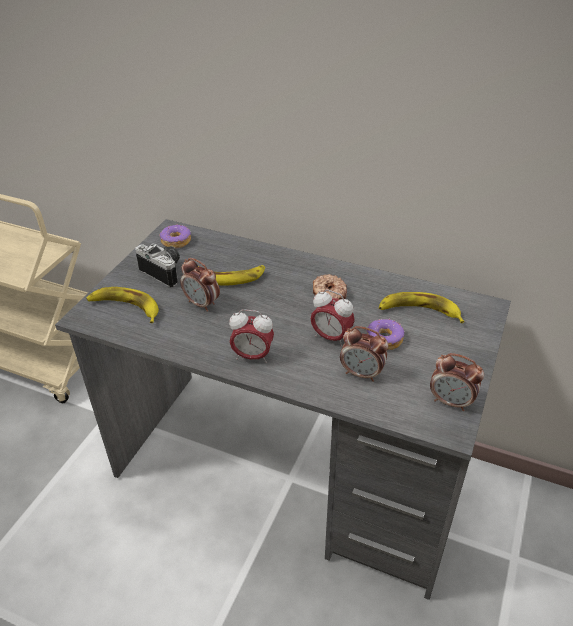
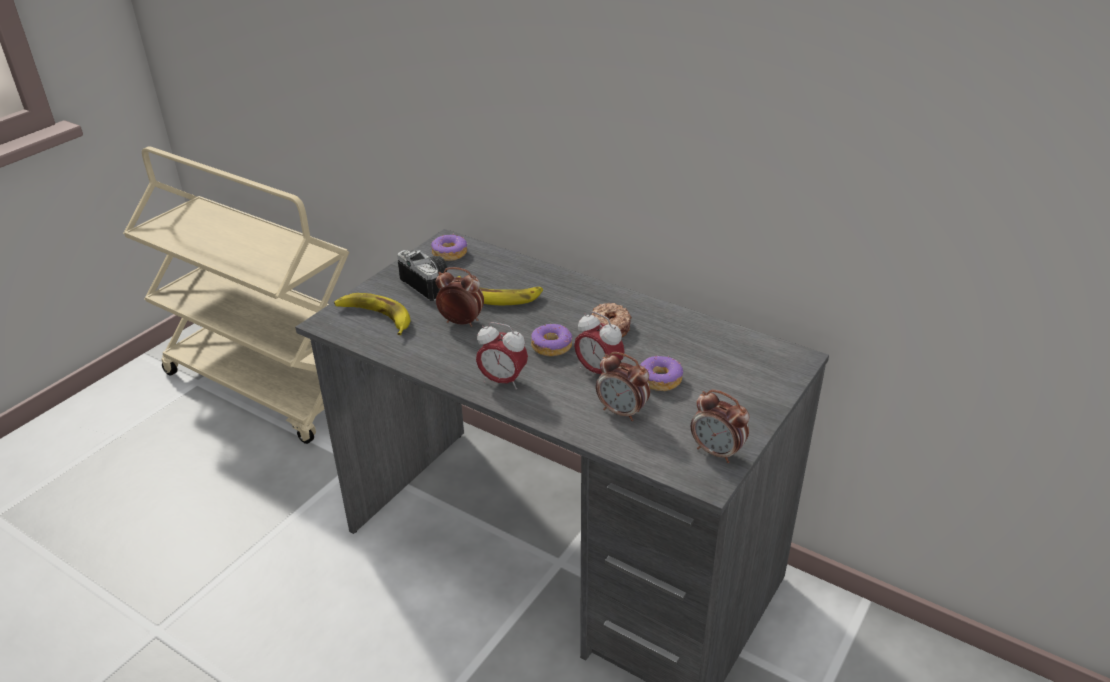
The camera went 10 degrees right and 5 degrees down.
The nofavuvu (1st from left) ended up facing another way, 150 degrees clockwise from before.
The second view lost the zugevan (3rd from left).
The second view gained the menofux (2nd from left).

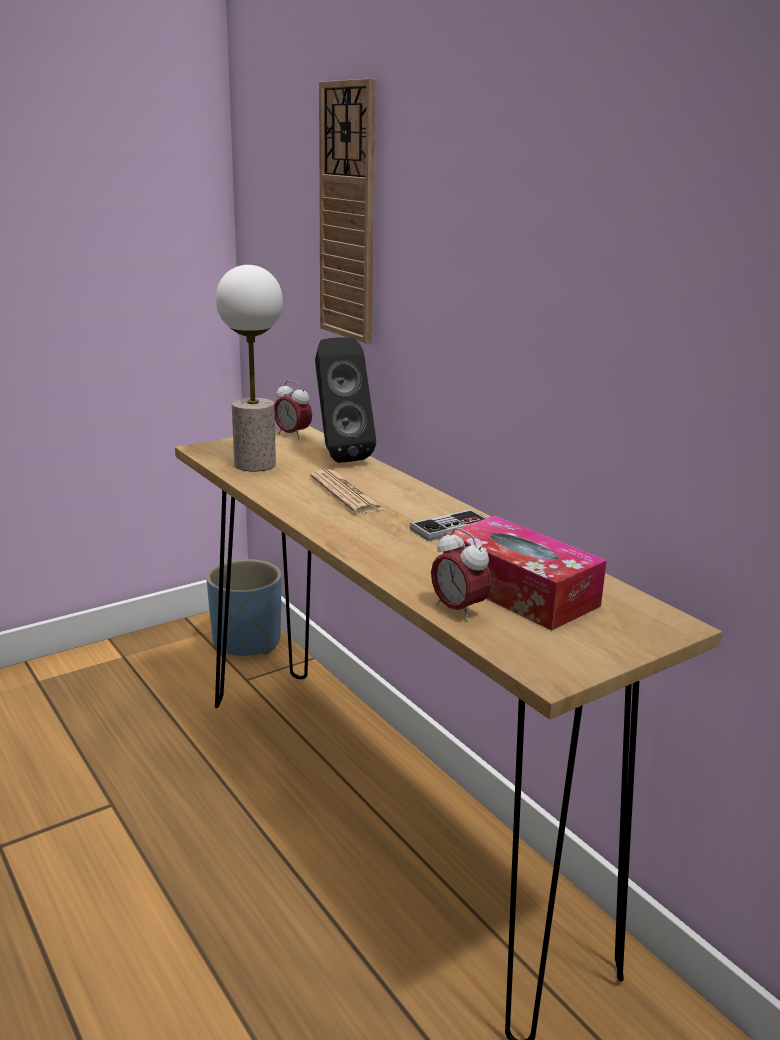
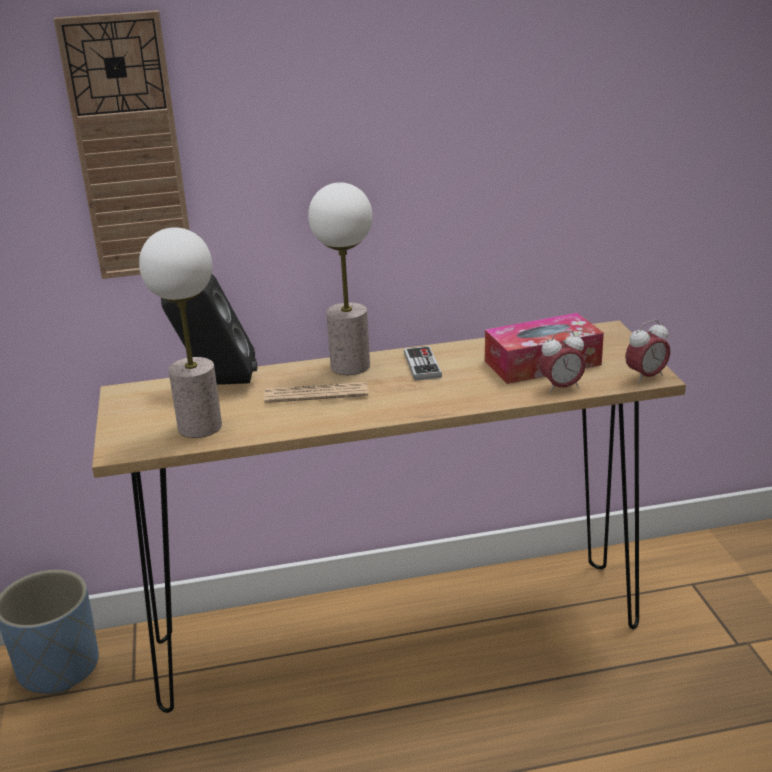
The camera went 65 degrees left and 5 degrees up.
The nofavuvu (1st from left in the first image) ended up elsewhere.
The second view gained the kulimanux (2nd from left).

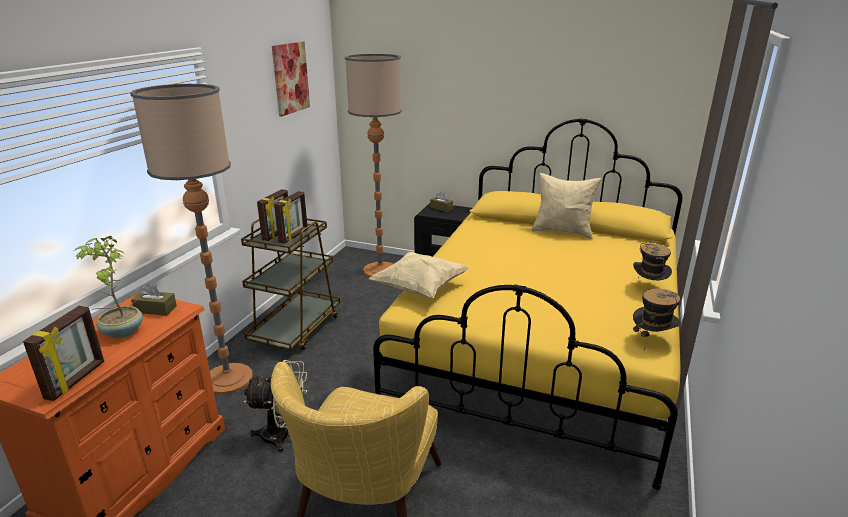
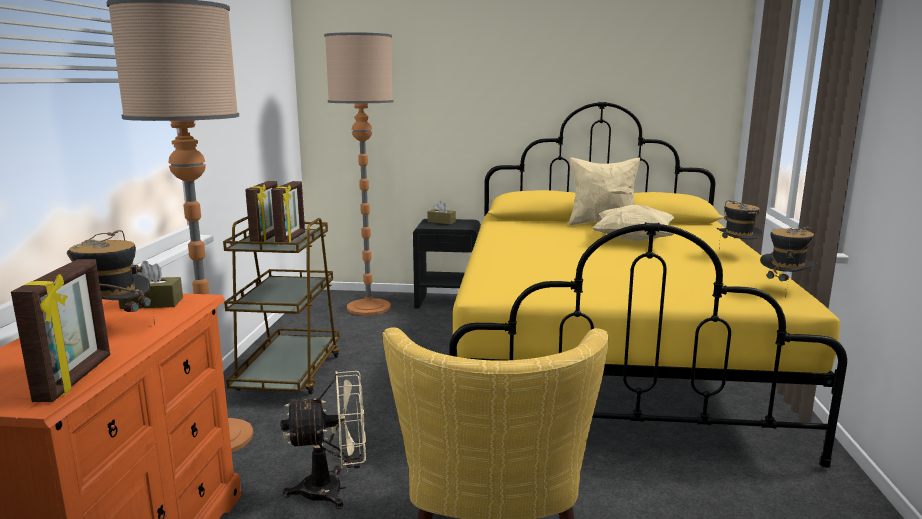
The camera went 15 degrees left and 10 degrees down.
Where the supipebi stood, the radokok (1st from left) came to stand.
The second view lost the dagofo.
The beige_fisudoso (1st from left in the first image) ended up elsewhere.

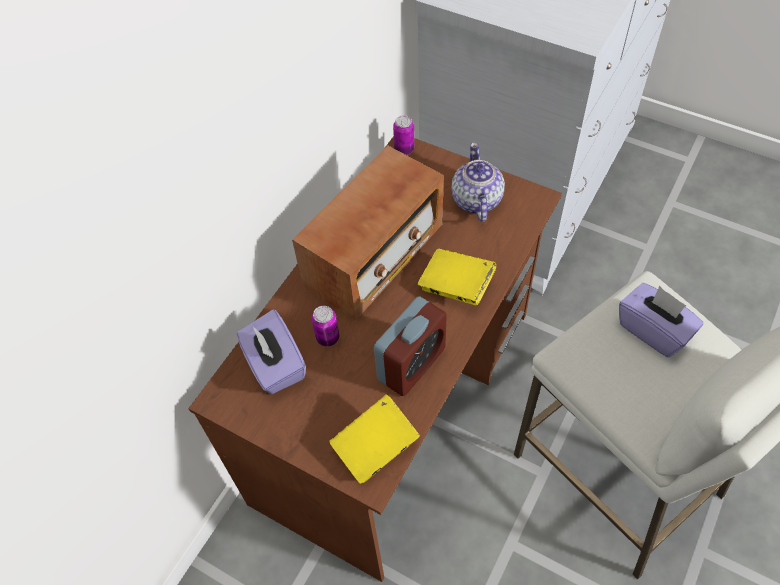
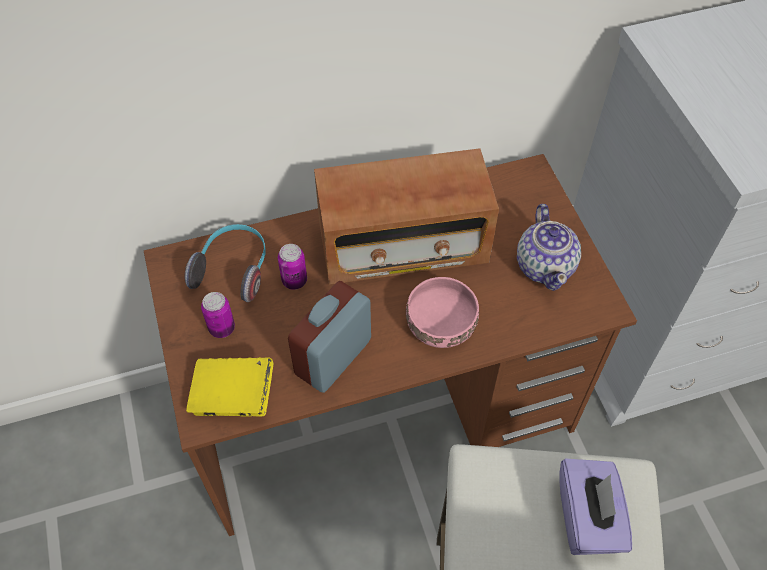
The camera went 40 degrees right and 0 degrees up.
Where the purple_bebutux (1st from left) stood, the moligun came to stand.
The nofavuvu ended up facing another way, 135 degrees clockwise from before.
The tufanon (2nd from left in the first image) ended up elsewhere.
Where the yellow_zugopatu (2nd from left) stood, the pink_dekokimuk came to stand.
The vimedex ended up facing another way, 135 degrees clockwise from before.

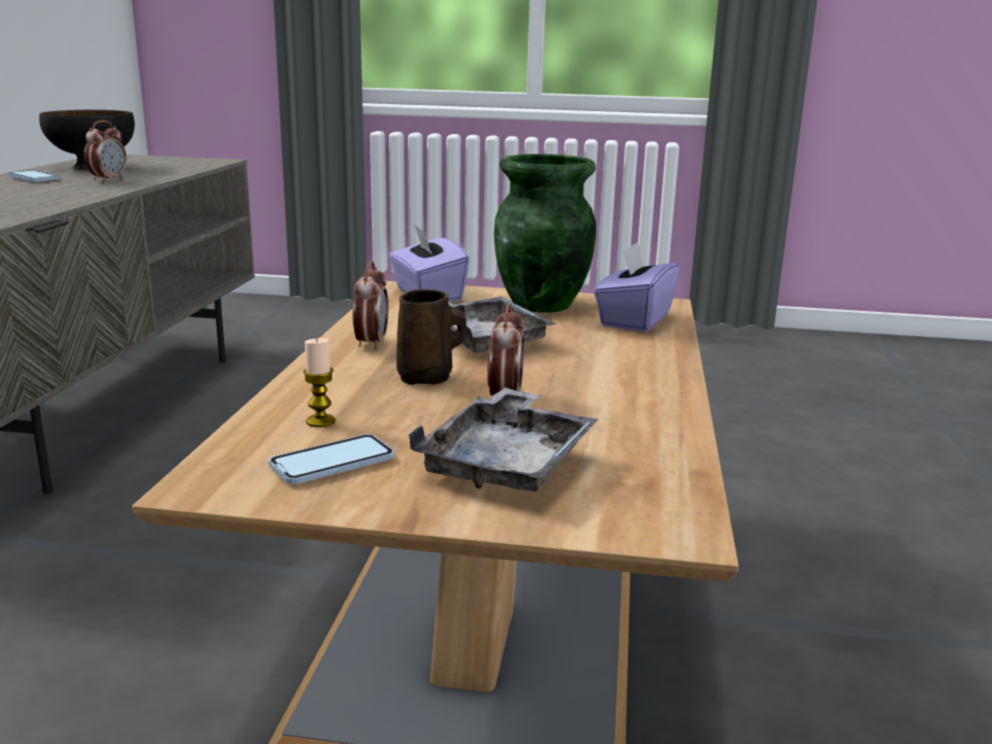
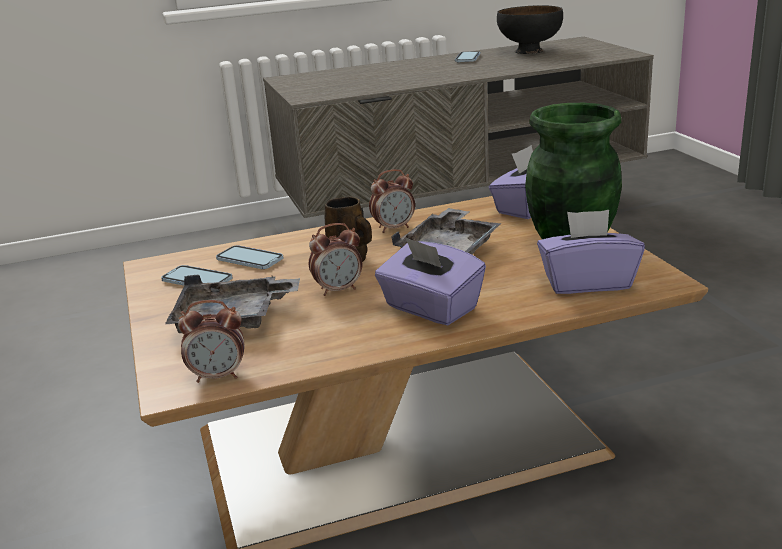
The camera went 65 degrees right and 5 degrees up.
The nofavuvu (1st from left) ended up elsewhere.
Where the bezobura stood, the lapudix (2nd from left) came to stand.
The second view gained the purple_bebutux (1st from left).

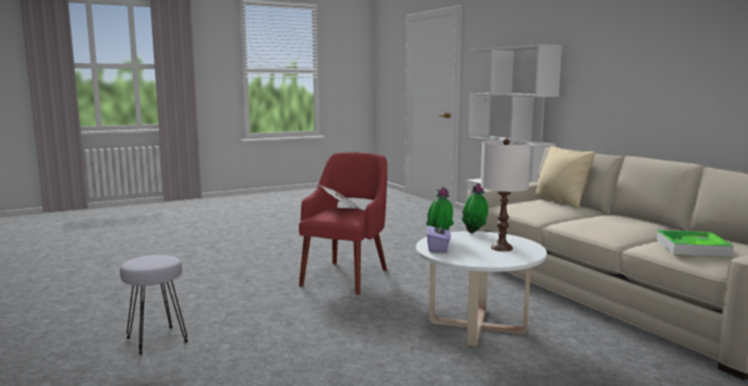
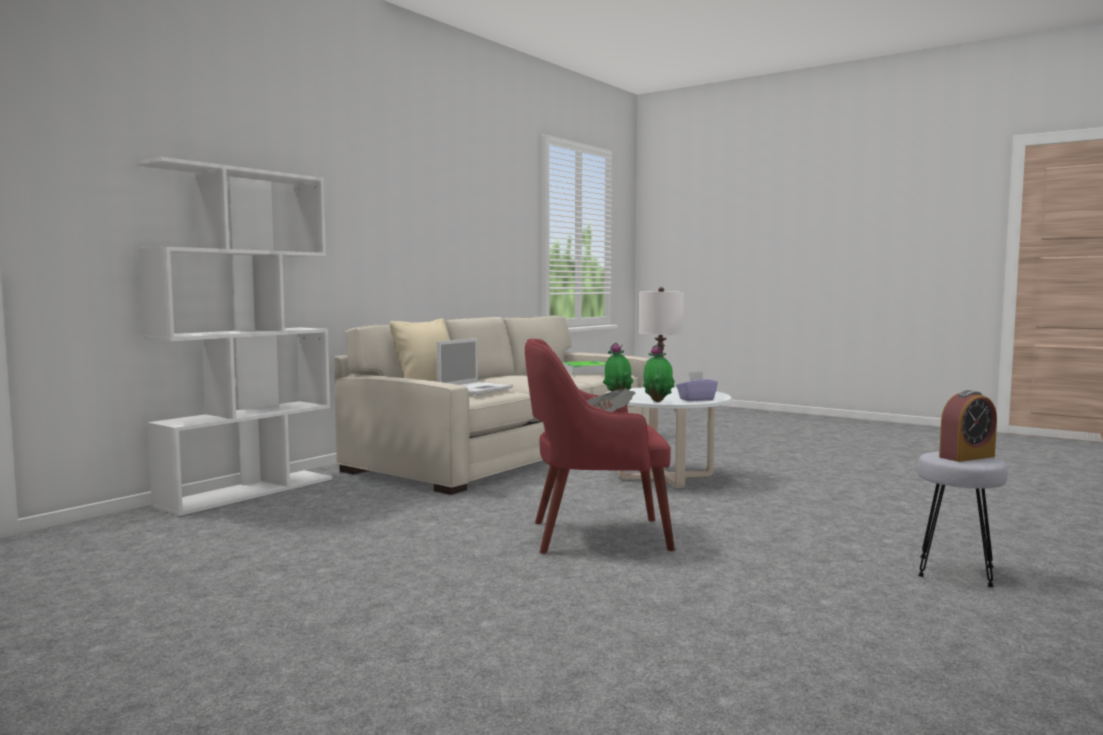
The camera went 115 degrees left and 5 degrees down.
The second view gained the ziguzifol.
The second view gained the nofavuvu.

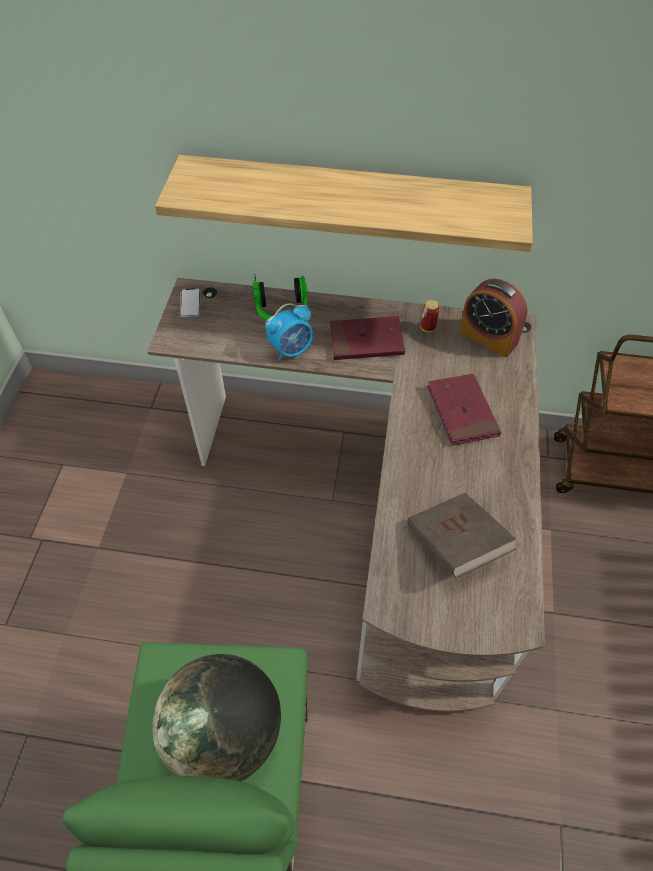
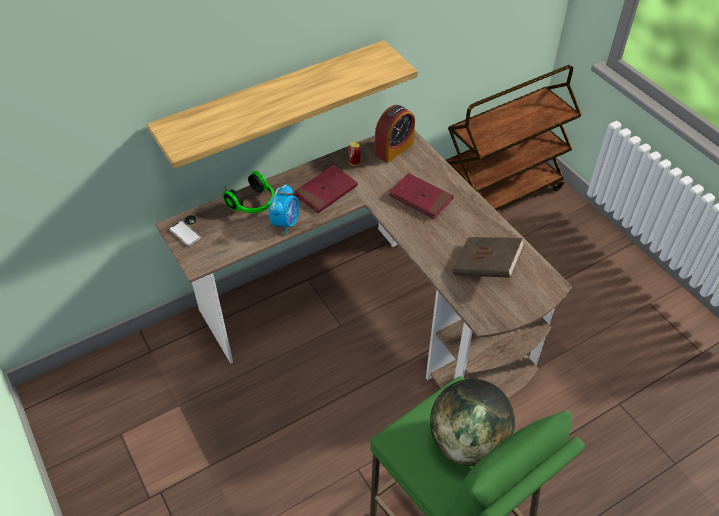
The camera went 40 degrees left and 5 degrees down.
The nofavuvu (2nd from left) ended up facing another way, 45 degrees counterclockwise from before.

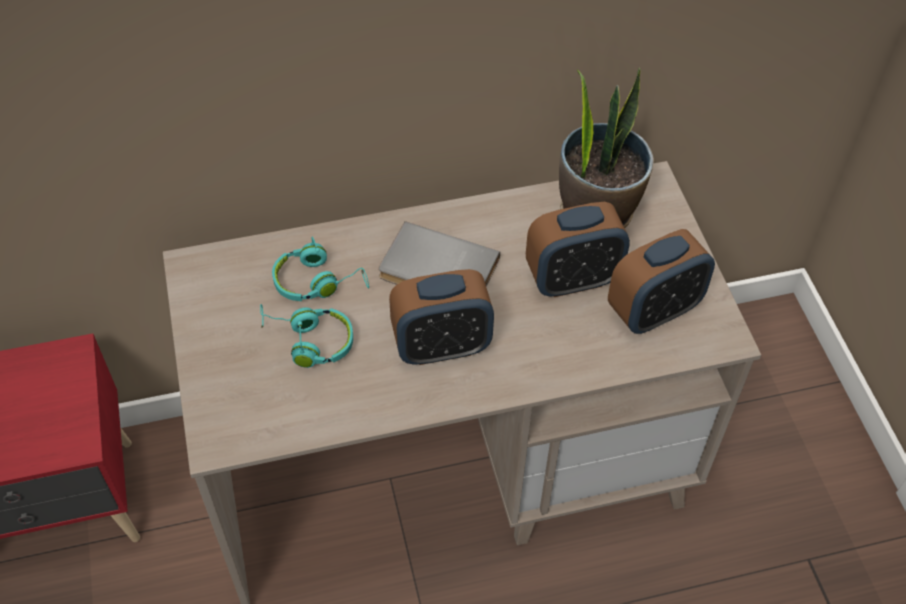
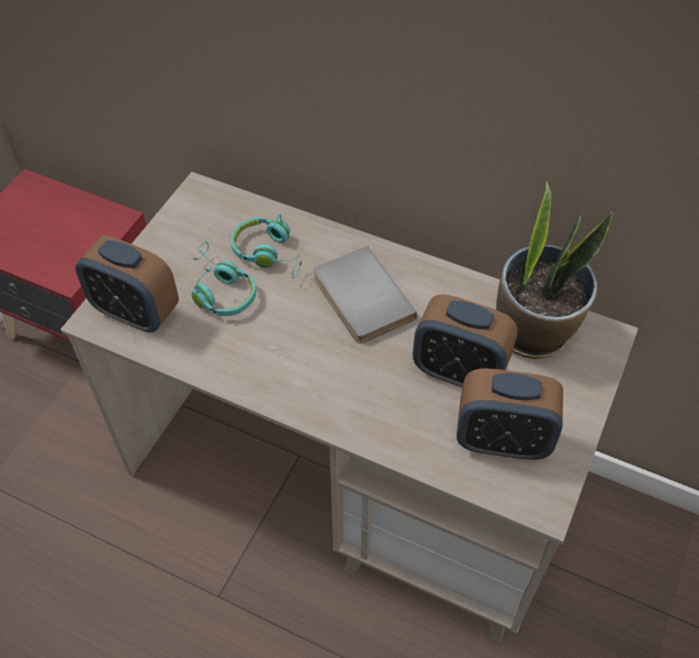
The camera went 40 degrees right and 0 degrees up.
The nofavuvu (1st from left) ended up elsewhere.

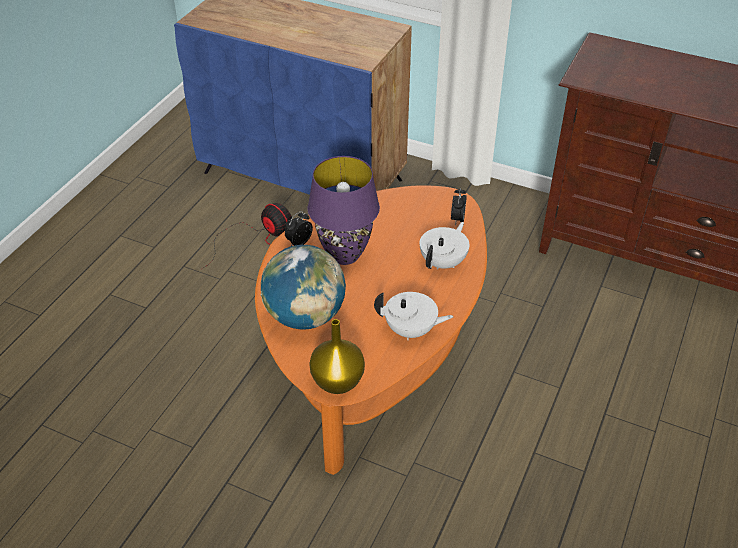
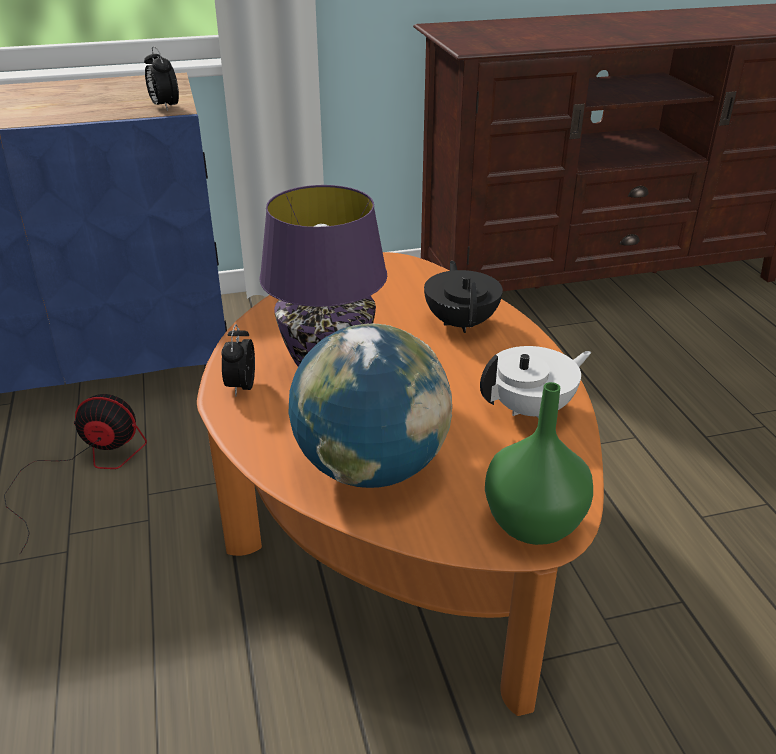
The camera went 40 degrees left and 10 degrees down.
What was the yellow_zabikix turned into the green_zabikix.
What was the white_vimedex (2nd from left) turned into the black_vimedex.
The nofavuvu (2nd from left in the first image) ended up elsewhere.

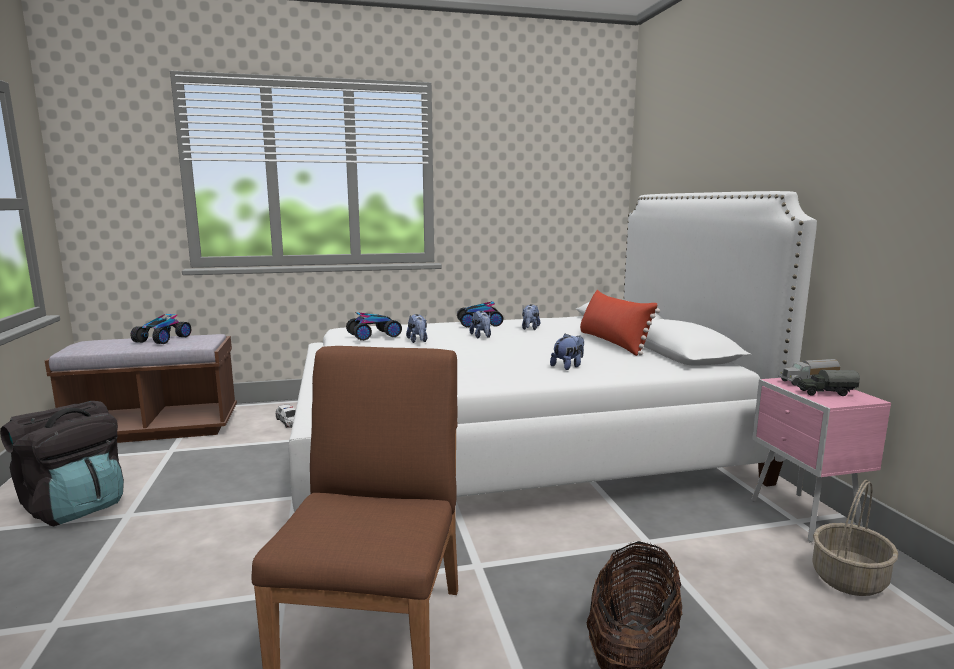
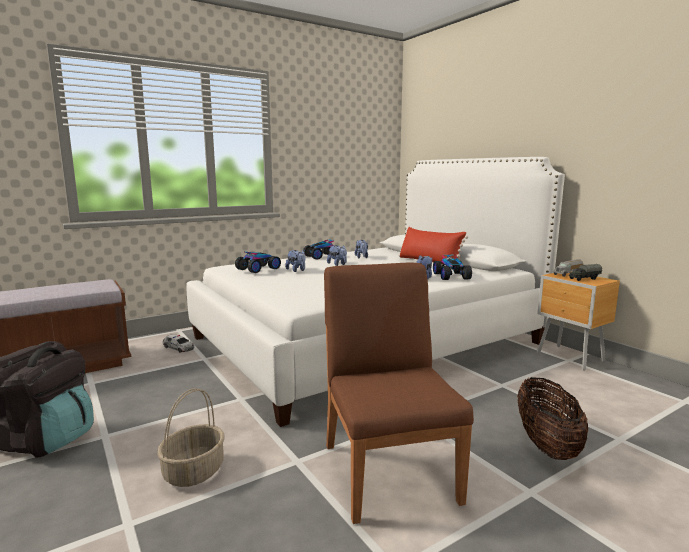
The camera went 20 degrees left and 0 degrees up.
The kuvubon (1st from left in the first image) ended up elsewhere.
What was the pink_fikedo turned into the brown_fikedo.
The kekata (2nd from left in the first image) ended up elsewhere.

